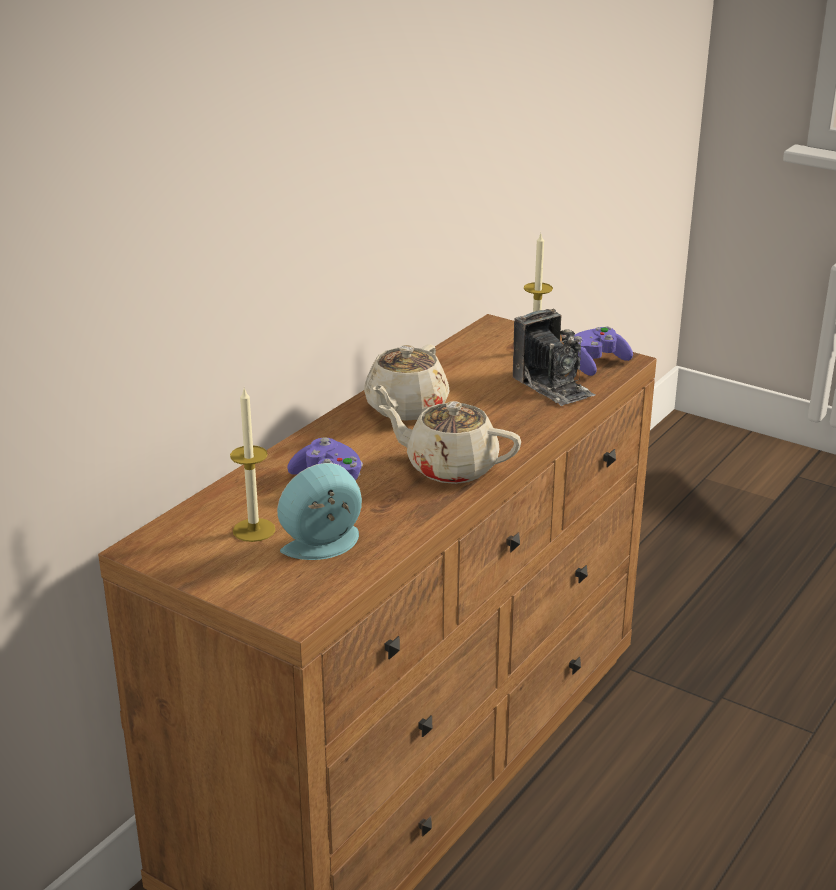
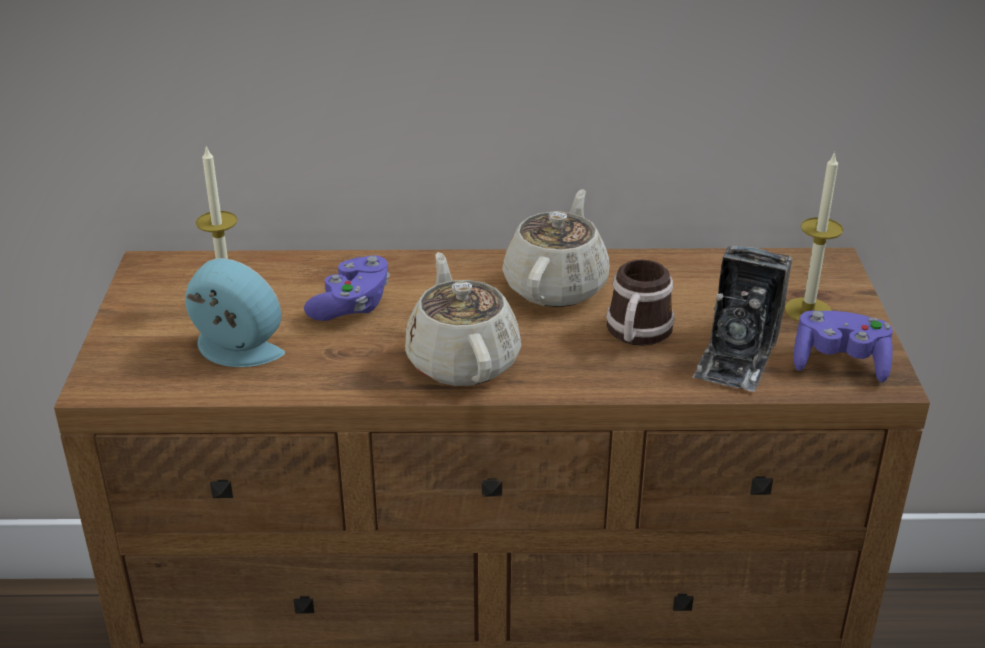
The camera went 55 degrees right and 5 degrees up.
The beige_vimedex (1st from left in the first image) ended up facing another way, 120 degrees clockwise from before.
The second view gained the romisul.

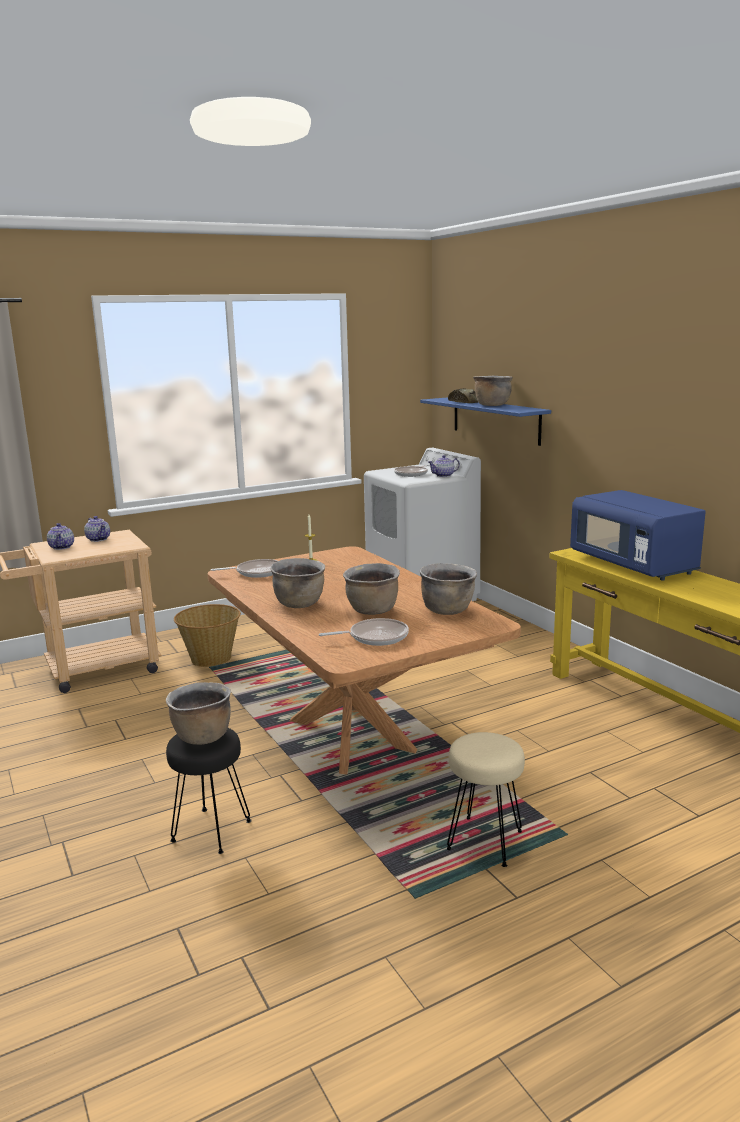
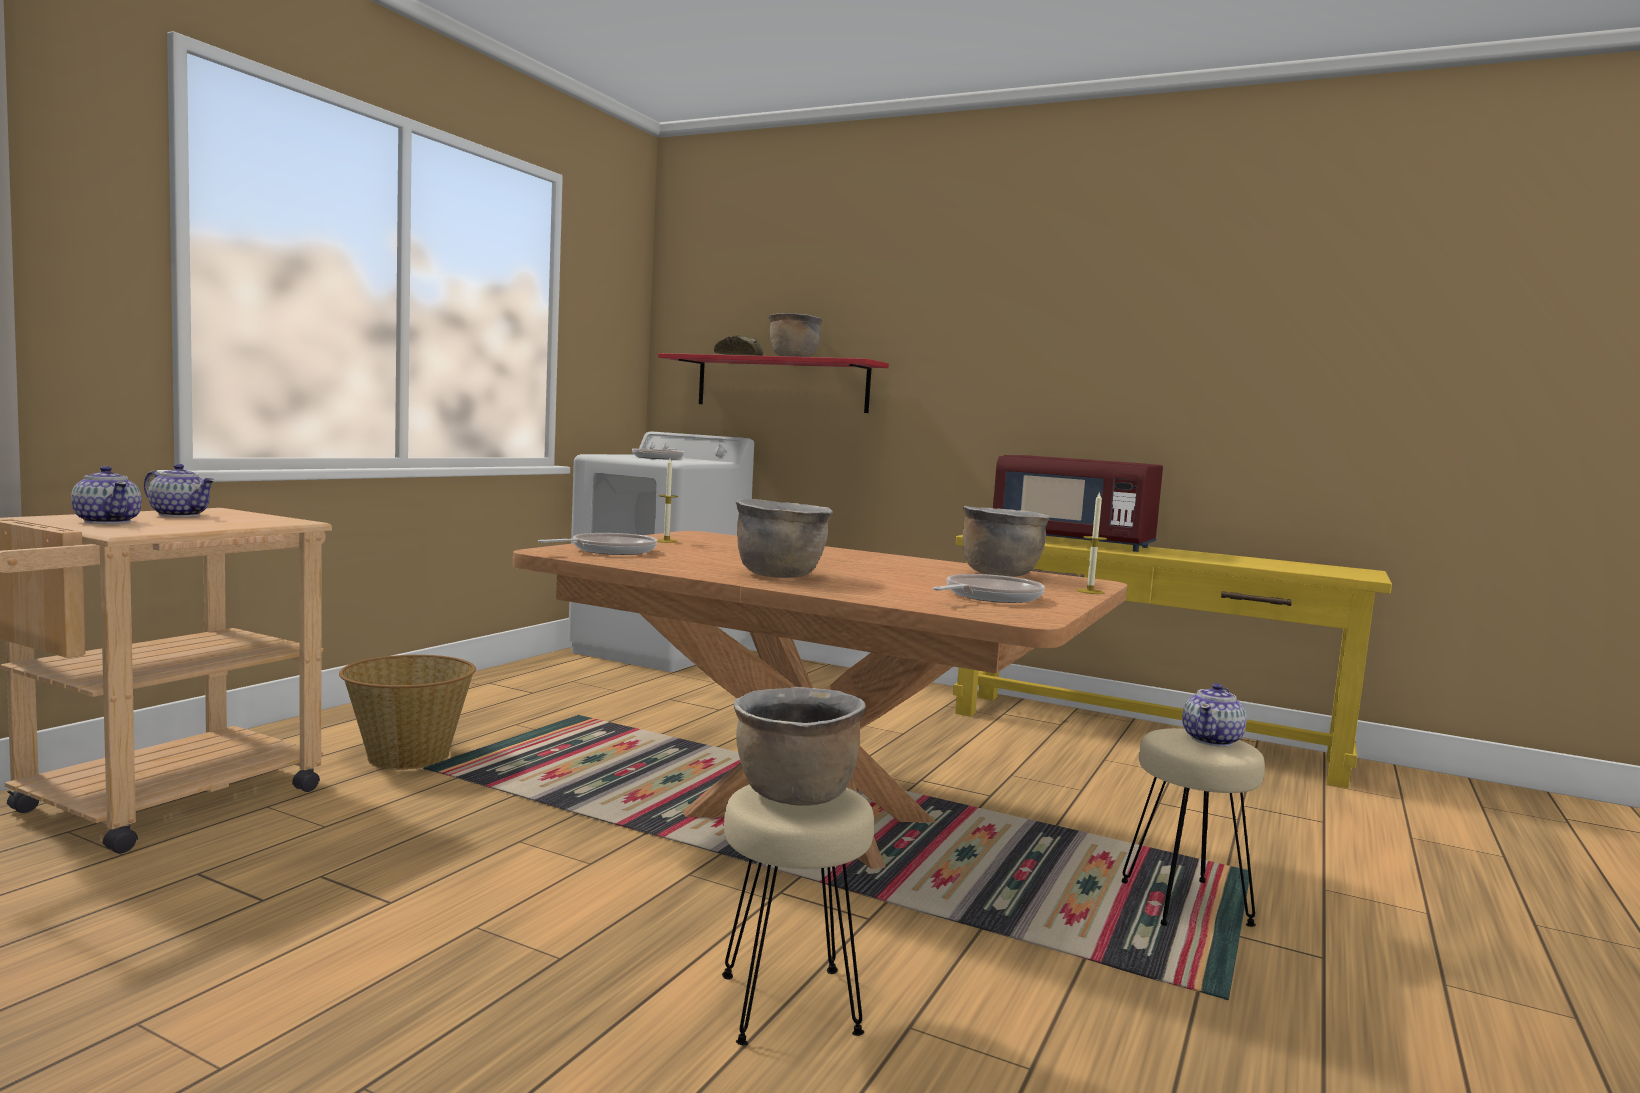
The camera went 35 degrees left and 10 degrees down.
What was the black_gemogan turned into the beige_gemogan (1st from left).
The second view lost the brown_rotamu (3rd from left).
What was the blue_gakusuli turned into the red_gakusuli.
The vimedex (3rd from left) ended up elsewhere.
What was the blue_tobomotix turned into the red_tobomotix.
The second view gained the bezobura (2nd from left).

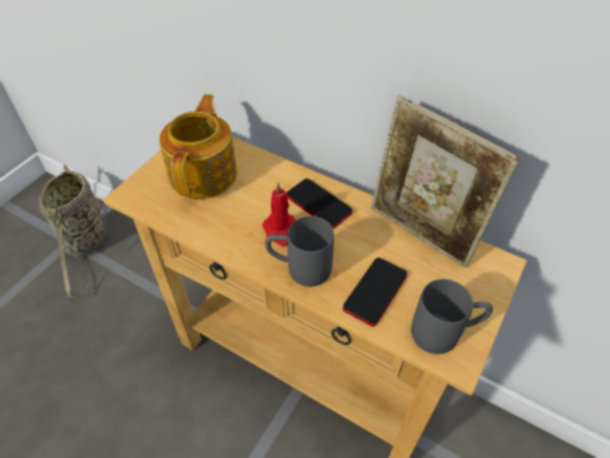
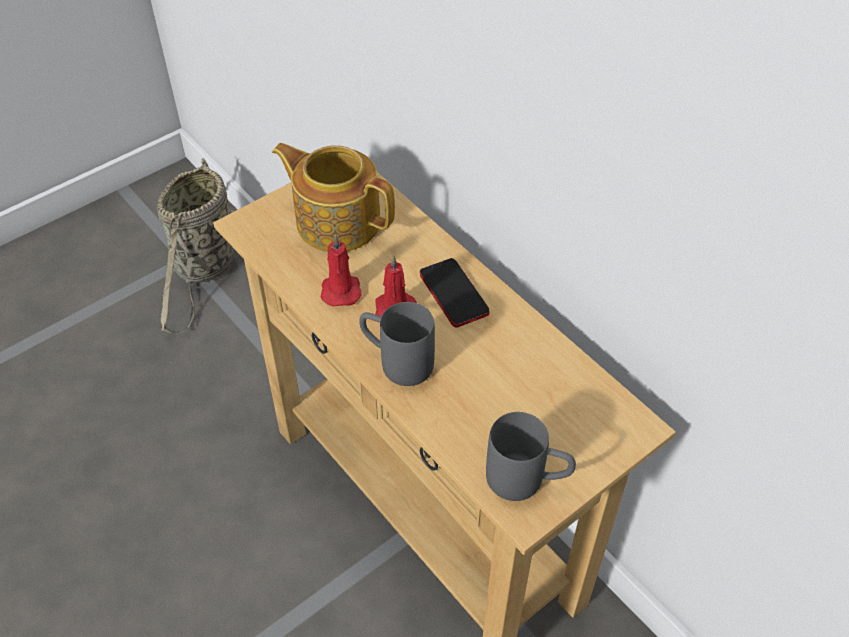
The camera went 20 degrees right and 0 degrees up.
The vimedex ended up facing another way, 90 degrees counterclockwise from before.
The second view lost the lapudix (2nd from left).
The second view lost the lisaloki.
The second view gained the red_bezobura (1st from left).

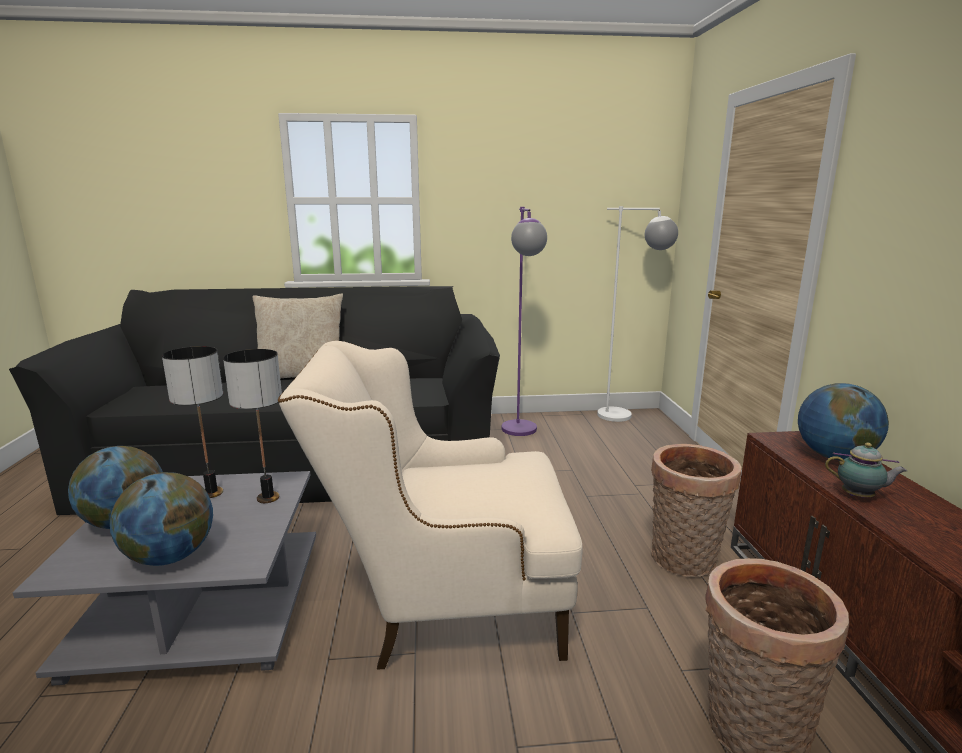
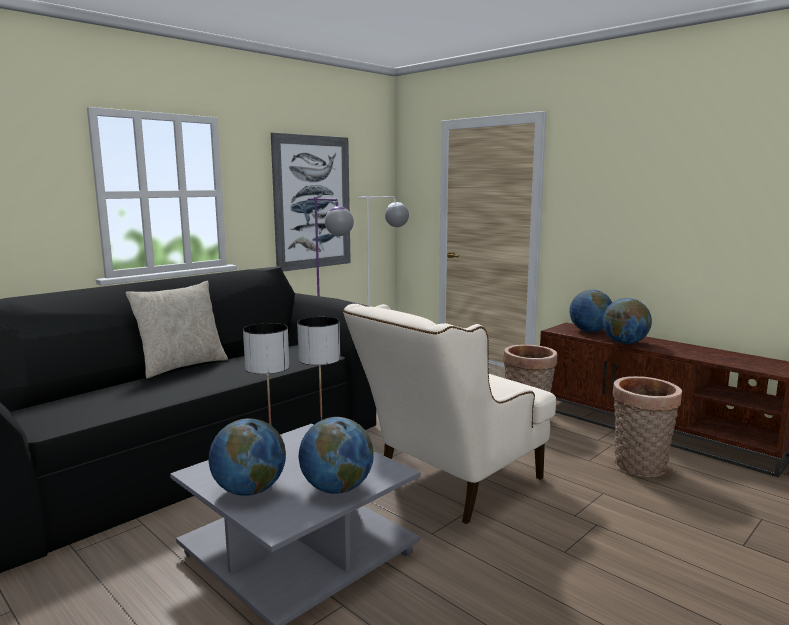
The camera went 40 degrees left and 5 degrees down.
Where the vimedex stood, the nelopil (4th from left) came to stand.
The second view gained the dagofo.

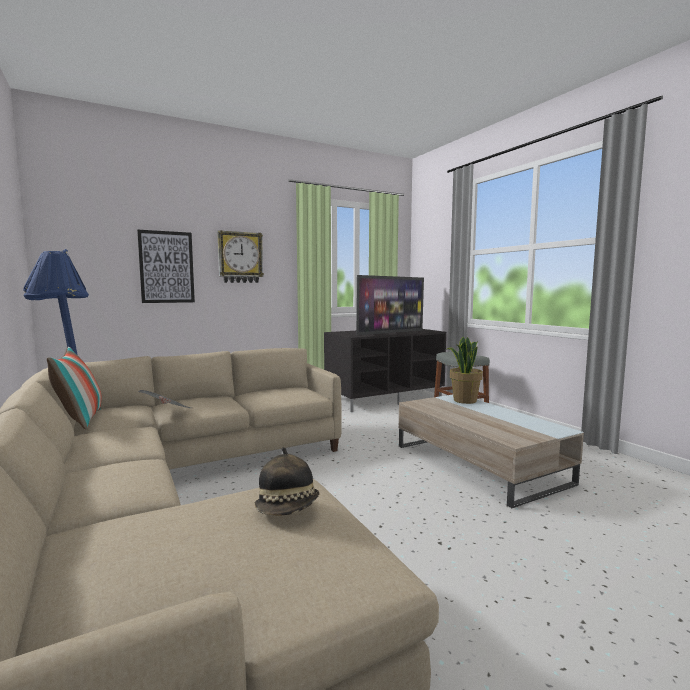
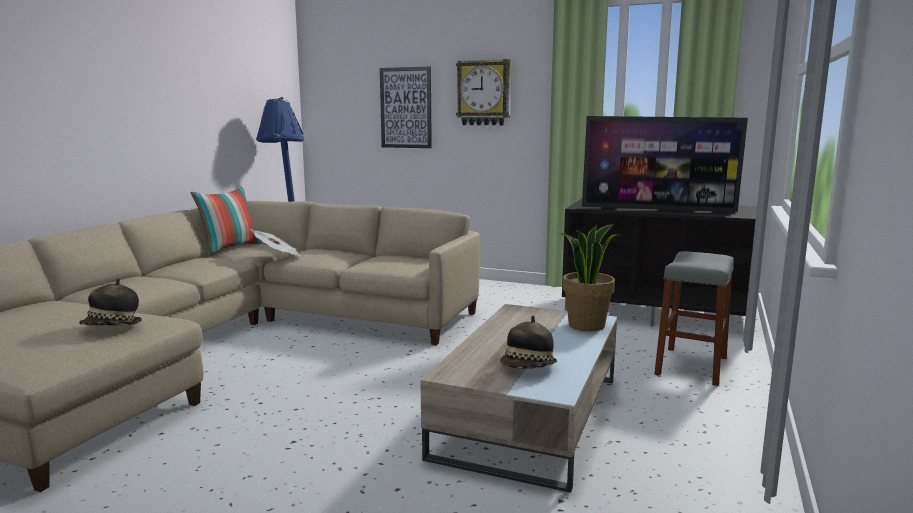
The camera went 50 degrees right and 5 degrees up.
The second view gained the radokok (2nd from left).

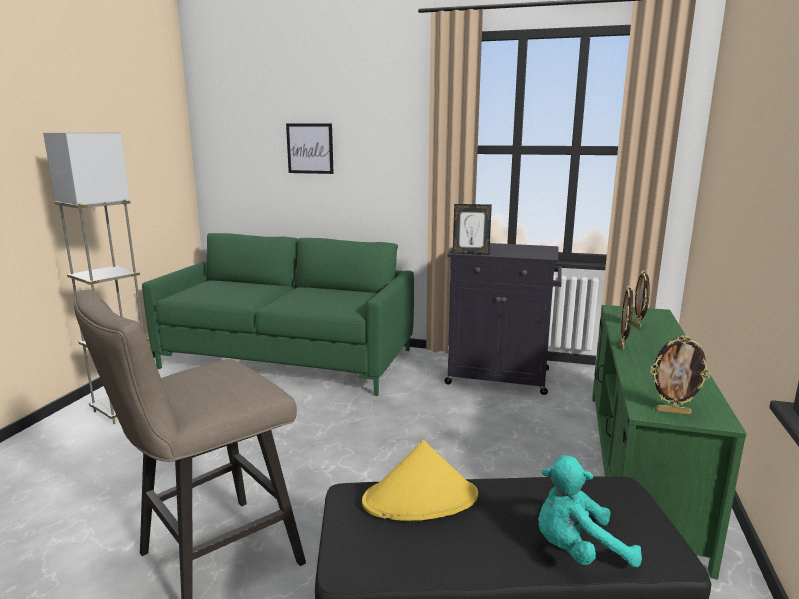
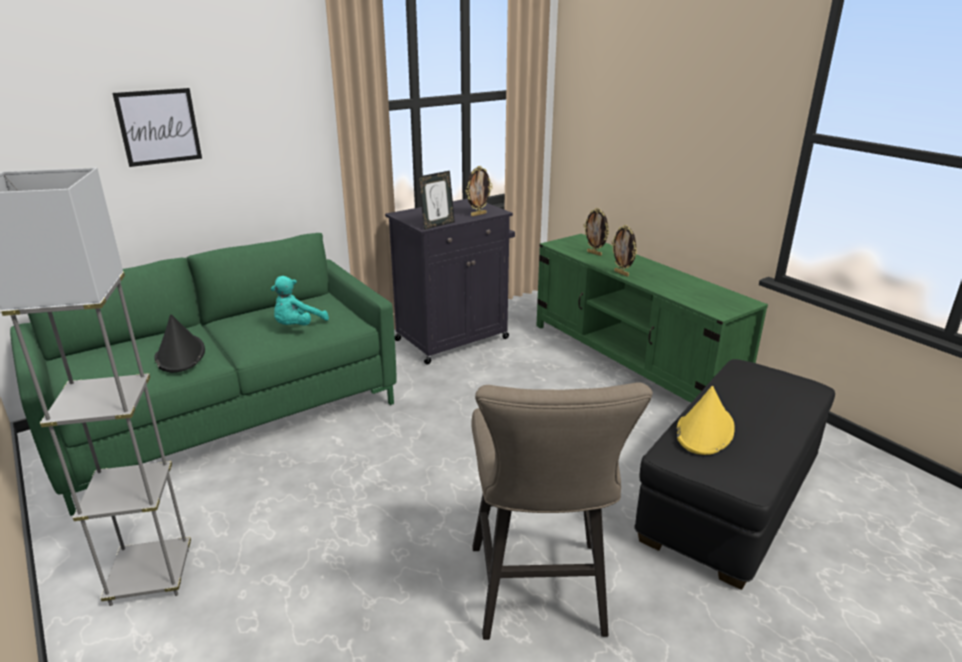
The camera went 50 degrees left and 10 degrees up.
The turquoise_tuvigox ended up elsewhere.
The lisaloki (4th from left in the first image) ended up elsewhere.
The second view gained the black_radokok.

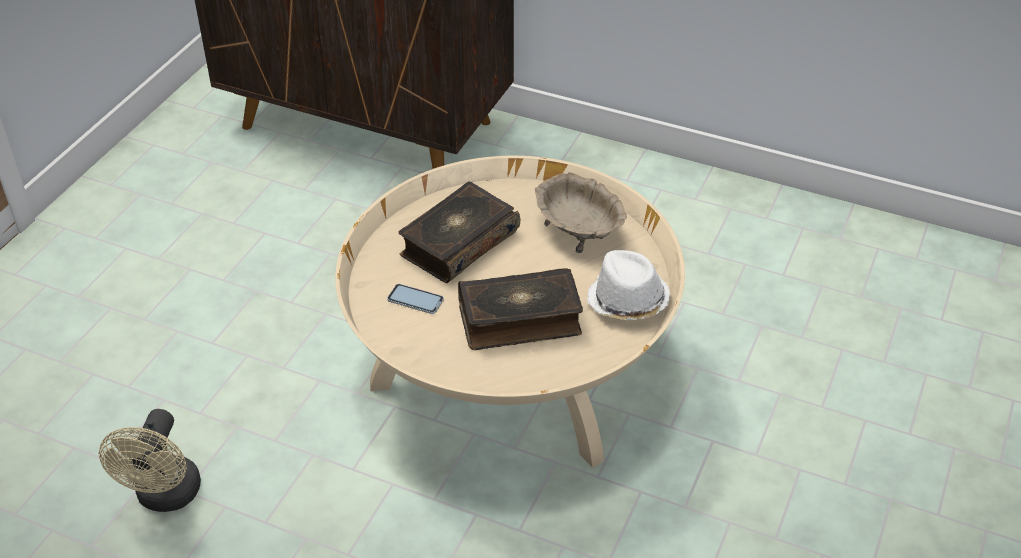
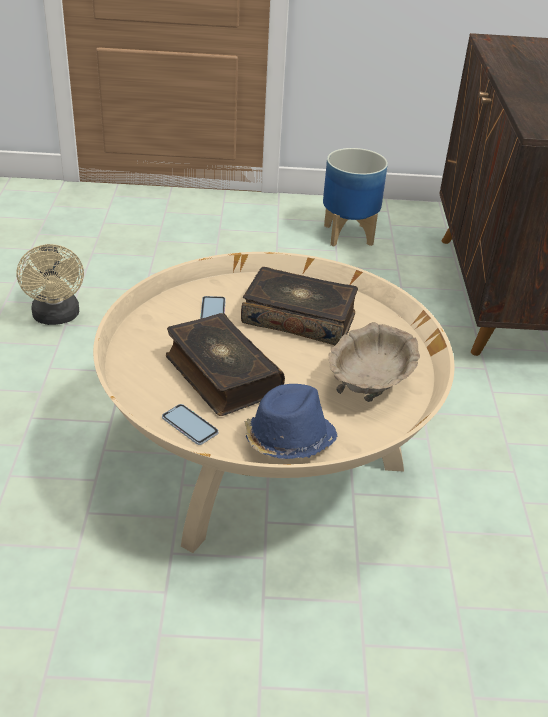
The camera went 65 degrees right and 5 degrees down.
The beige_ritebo ended up facing another way, 90 degrees counterclockwise from before.
What was the white_radokok turned into the blue_radokok.
The second view gained the lapudix (1st from left).
The second view gained the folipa.

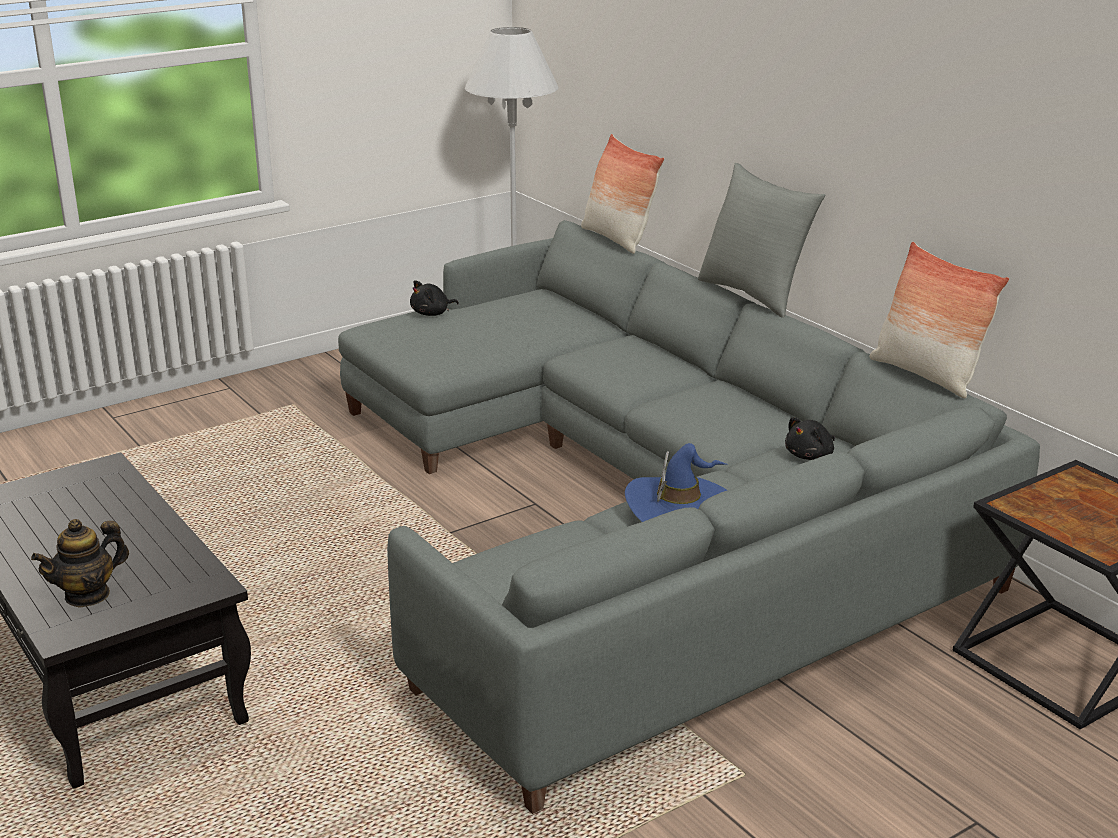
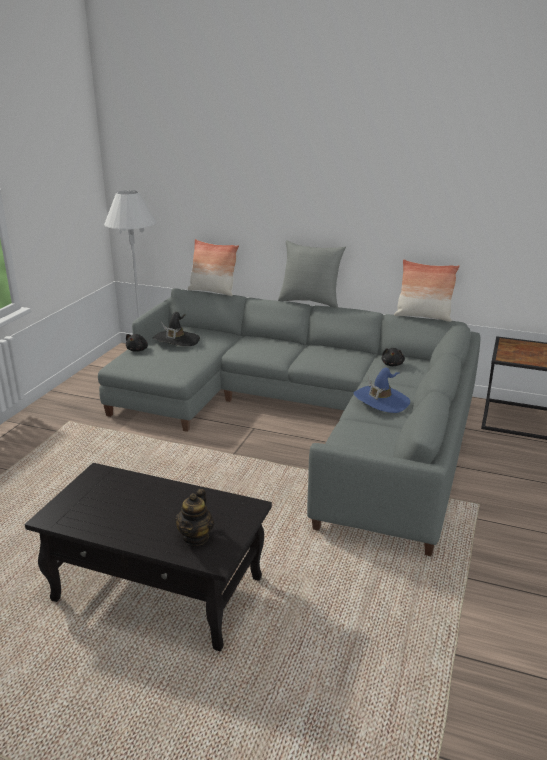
The camera went 35 degrees left and 0 degrees up.
The second view gained the black_radokok.

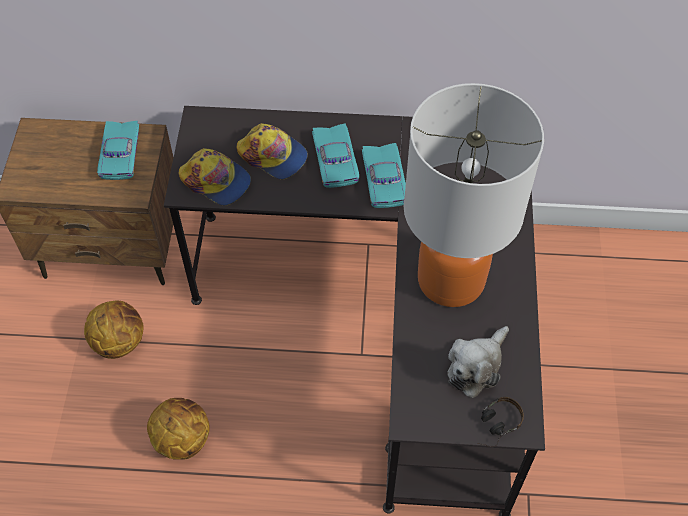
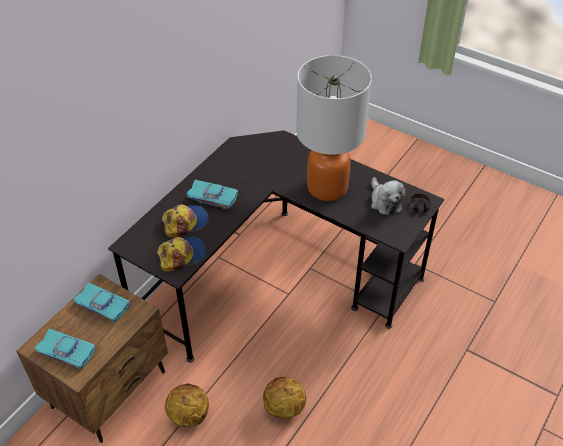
The camera went 60 degrees left and 10 degrees down.
The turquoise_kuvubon (3rd from left in the first image) ended up elsewhere.

